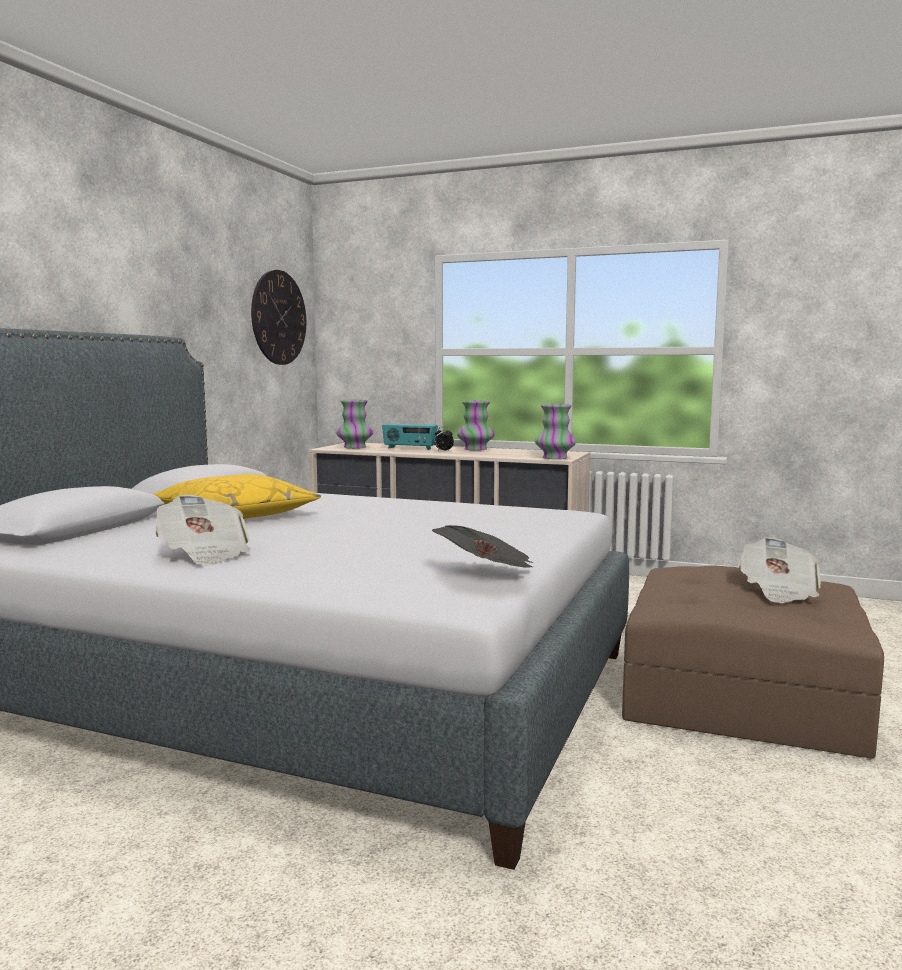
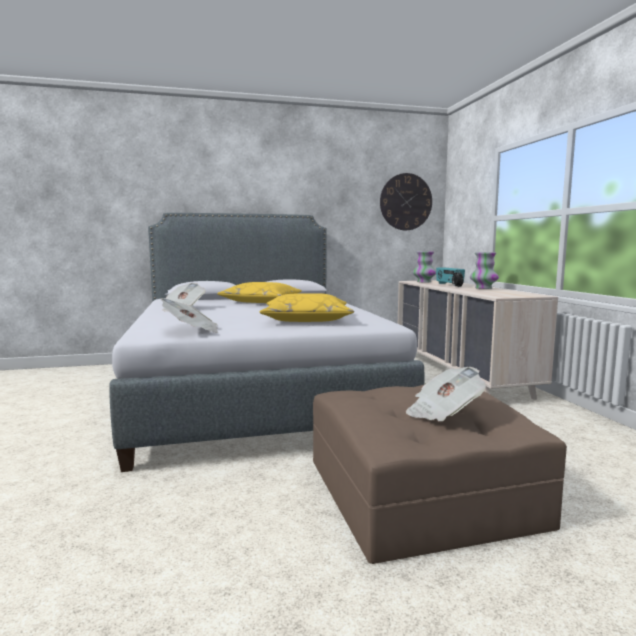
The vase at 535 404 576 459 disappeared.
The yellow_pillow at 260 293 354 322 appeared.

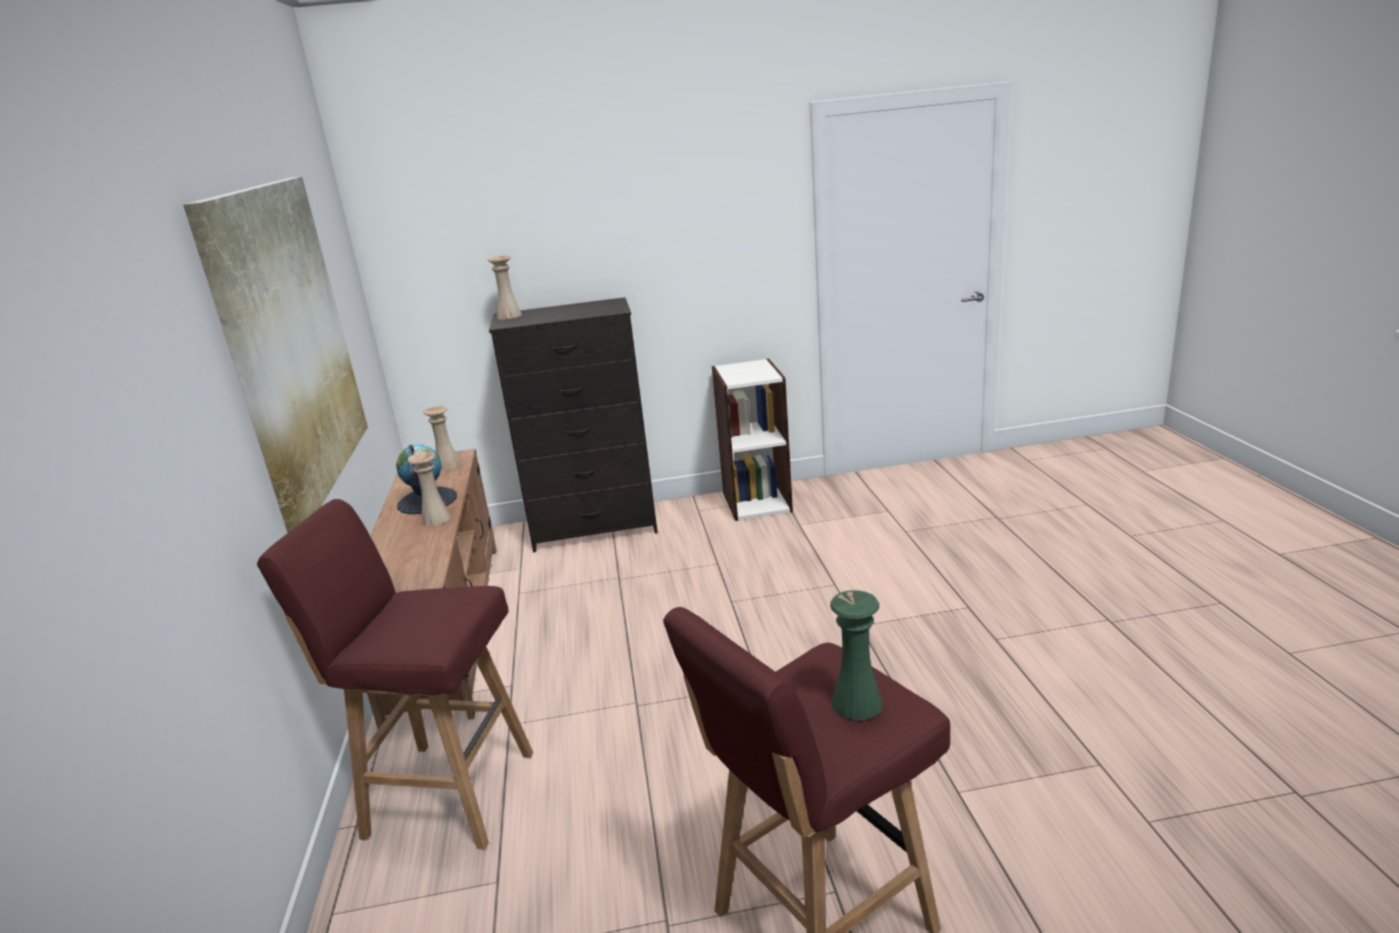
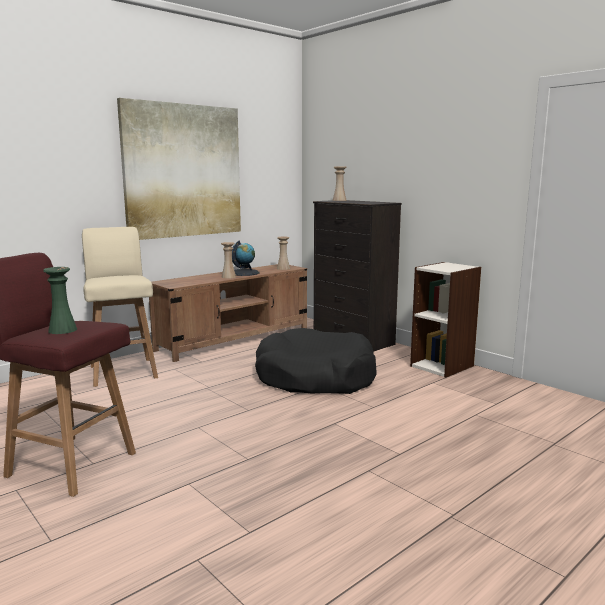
The black_dog_bed at 255 328 377 394 appeared.
The red_stool at 257 499 533 849 became the beige_stool at 82 227 158 387.

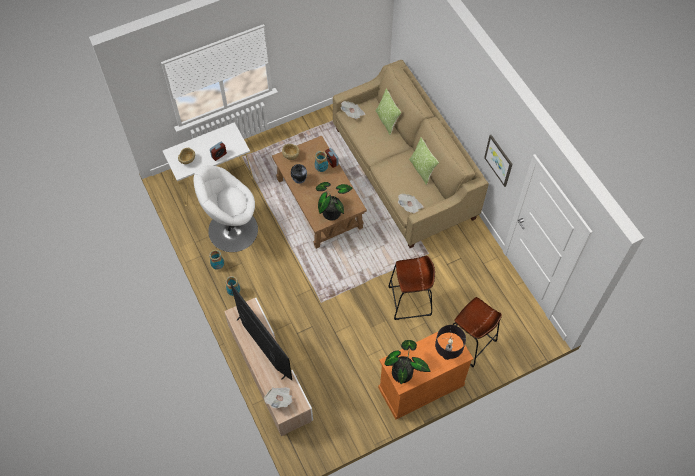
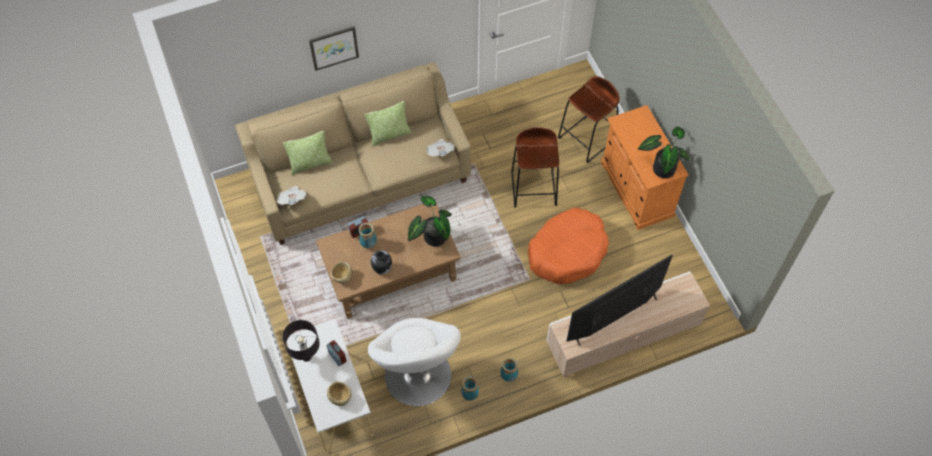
The newspaper at 264 387 293 408 disappeared.
The orange_dog_bed at 528 207 609 285 appeared.
The black_table_lamp moved from 435 325 466 360 to 282 320 320 362.
The picture moved from 484 135 513 187 to 309 26 359 71.

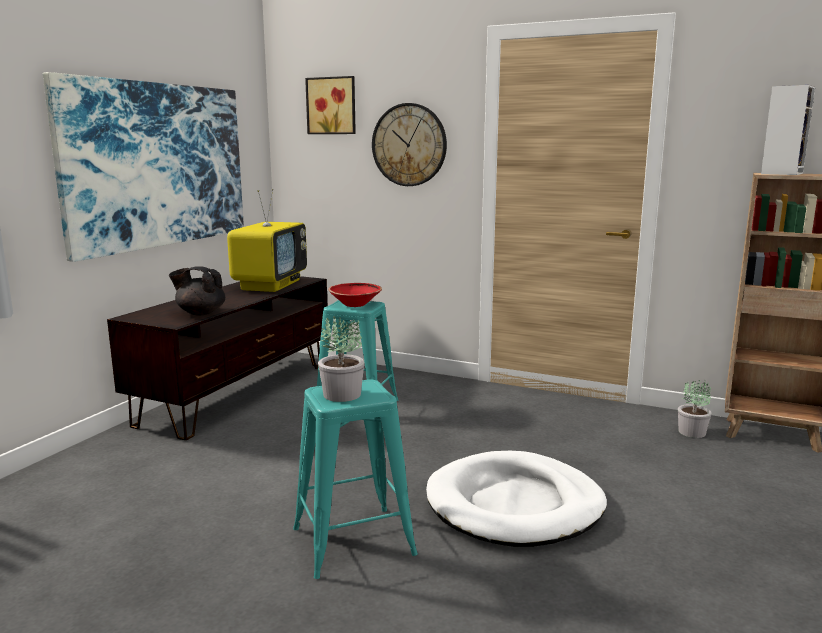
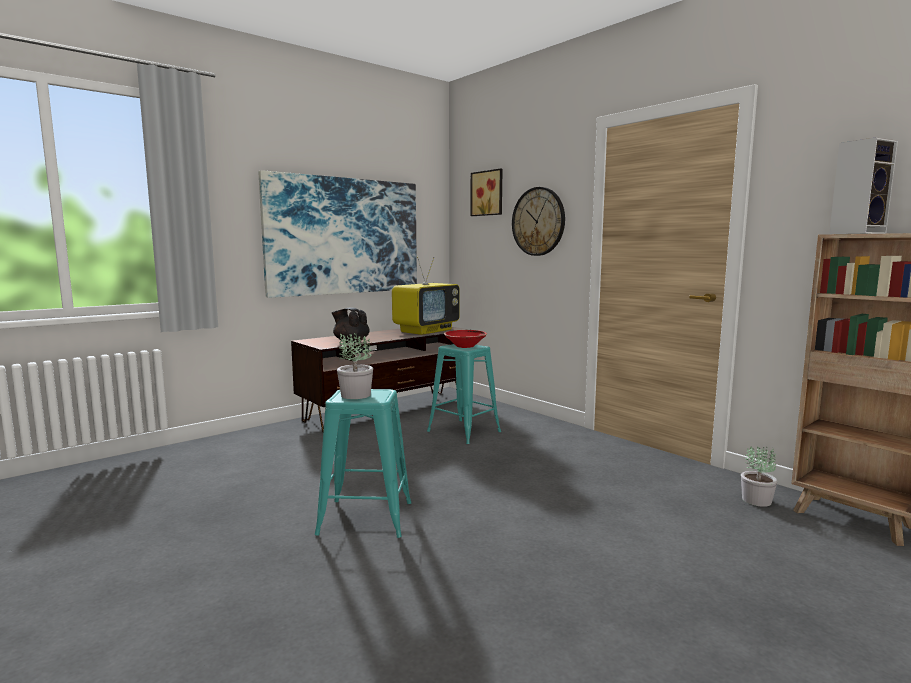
The white_dog_bed at 426 451 607 547 disappeared.

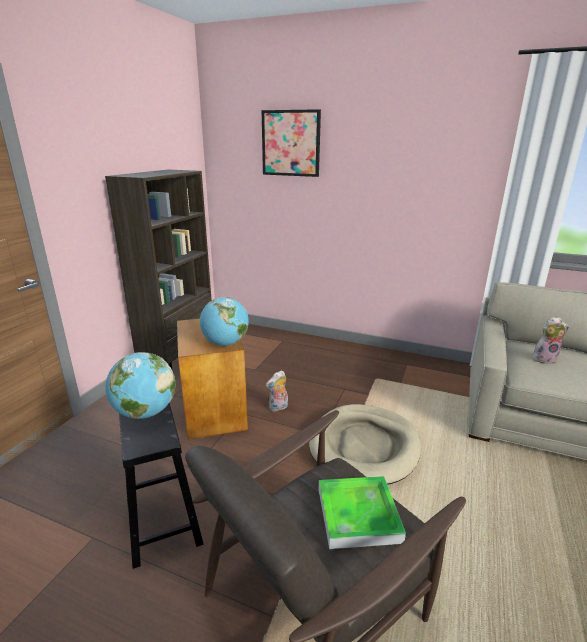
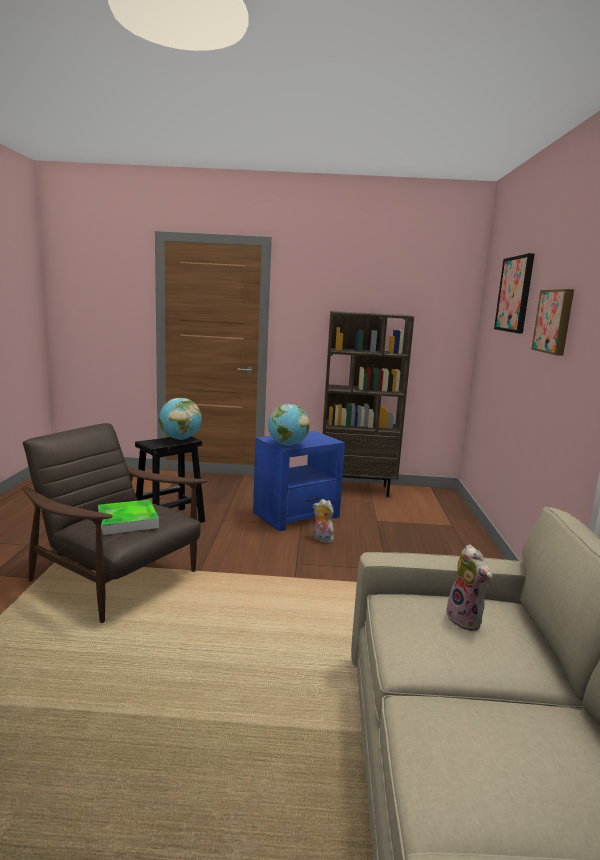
The beige_dog_bed at 309 404 421 485 disappeared.
The picture at 531 289 574 356 appeared.
The brown_side_table at 177 319 248 440 became the blue_side_table at 253 431 345 531.

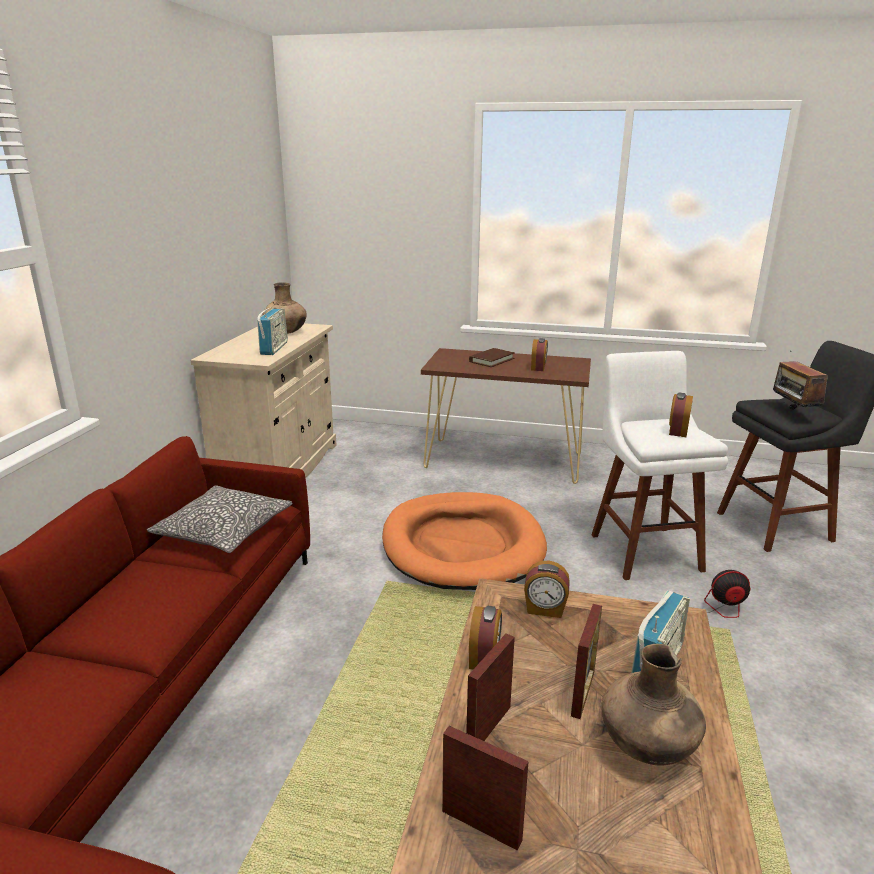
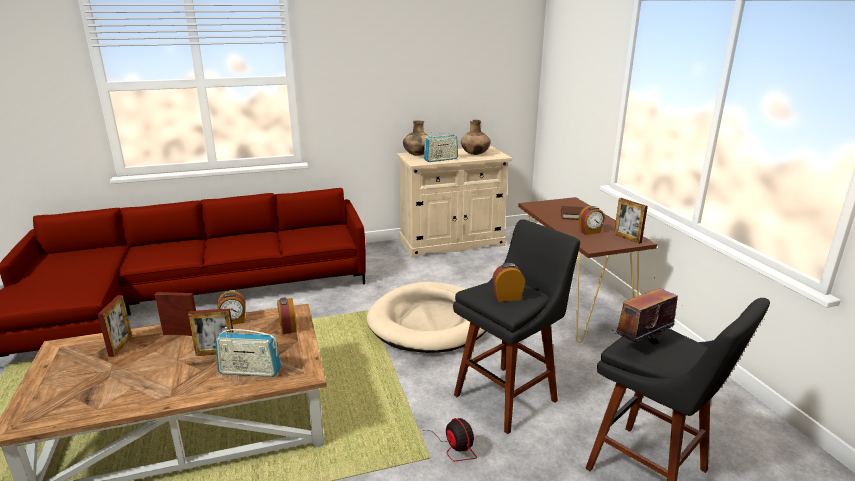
The pillow at 147 485 292 553 disappeared.
The picture_frame at 614 198 648 244 appeared.
The brown_vase moved from 602 644 706 765 to 403 120 430 156.
The orange_dog_bed at 382 492 547 590 became the beige_dog_bed at 366 282 486 353.
The white_stool at 592 351 728 580 became the black_stool at 453 219 580 434.

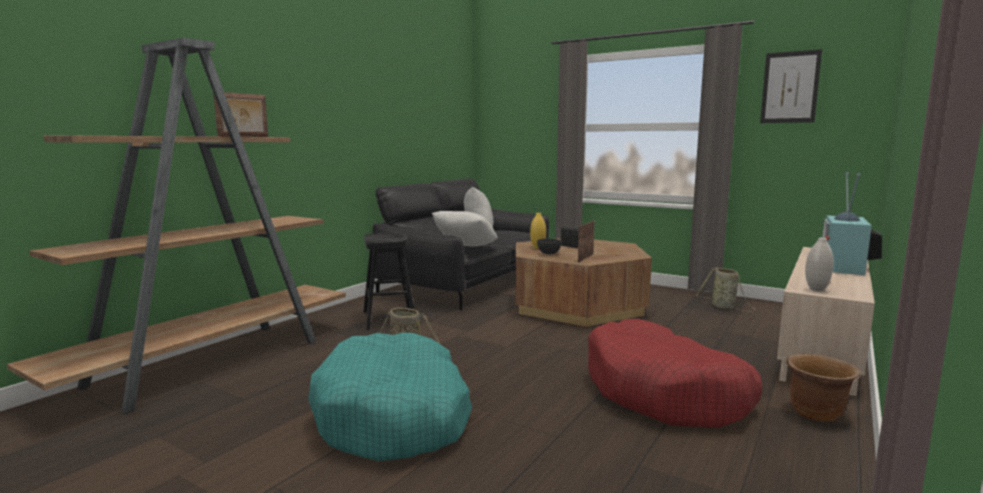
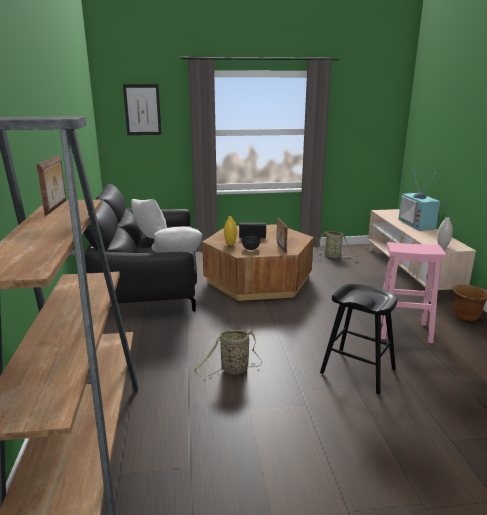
The turquoise_dog_bed at 308 332 472 461 disappeared.
The black_stool moved from 363 233 415 330 to 320 284 398 395.
The picture moved from 760 49 822 123 to 123 84 162 135.
The red_dog_bed at 588 319 762 428 was replaced by the pink_stool at 381 242 446 343.

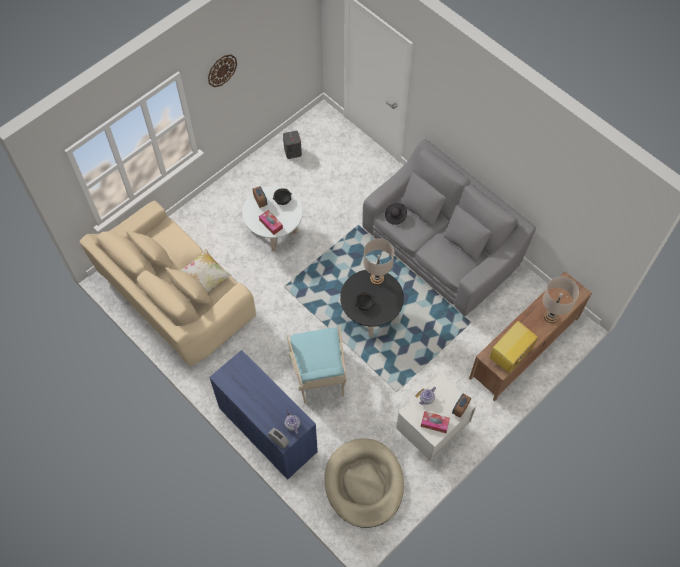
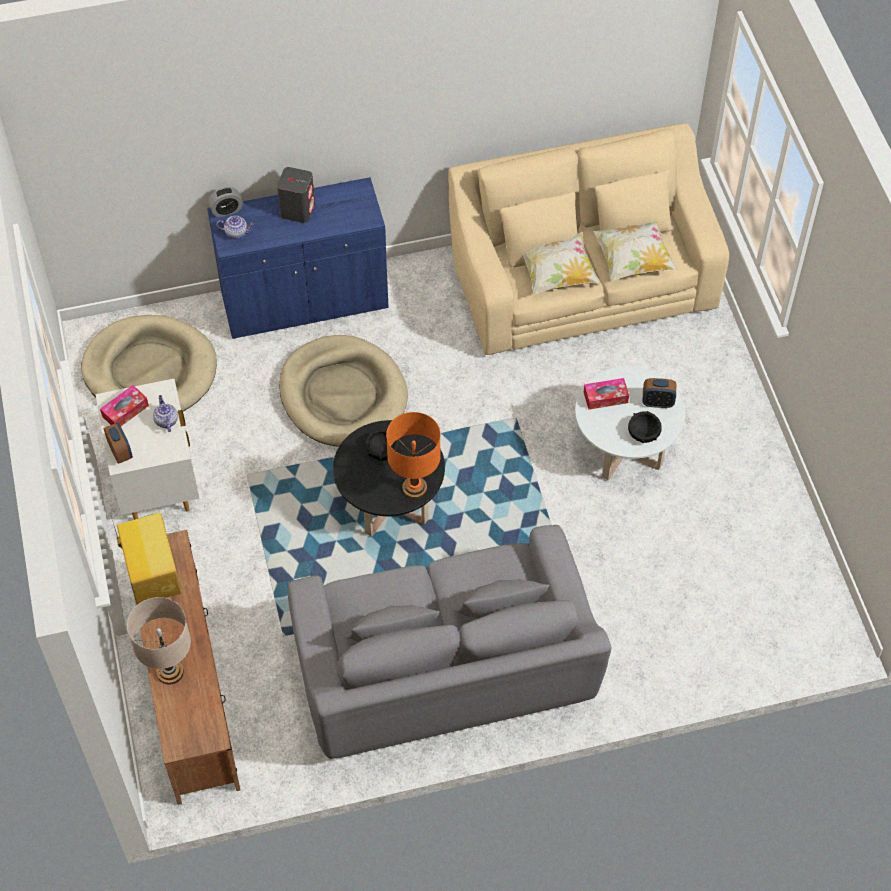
The wall_clock at 208 54 237 87 disappeared.
The black_hat at 385 203 407 225 disappeared.
The pillow at 593 222 678 282 appeared.
The grey_speaker moved from 283 130 302 159 to 277 167 315 223.
The turquoise_armchair at 287 325 347 404 was replaced by the beige_dog_bed at 279 335 408 447.
The beige_table_lamp at 363 238 394 285 became the orange_table_lamp at 386 412 441 499.

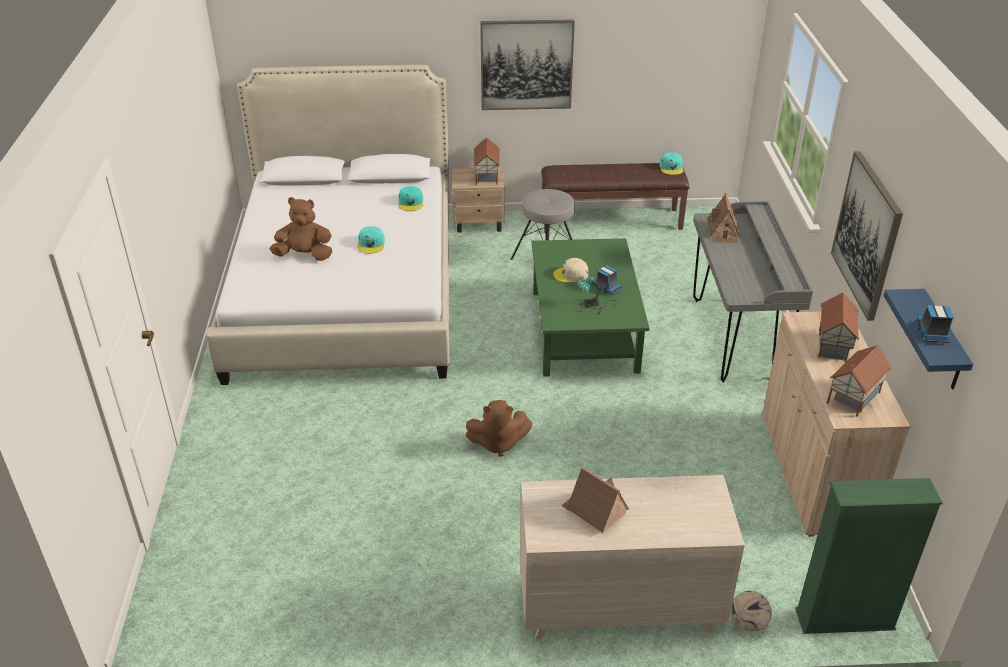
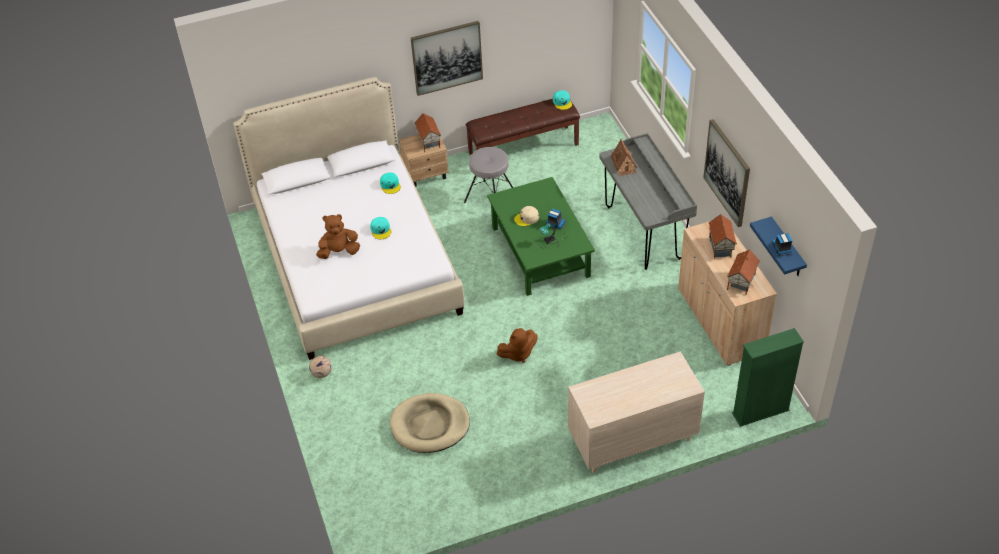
The toy_house at 562 466 629 533 disappeared.
The beige_dog_bed at 390 393 470 453 appeared.
The football moved from 731 591 772 631 to 309 356 332 378.

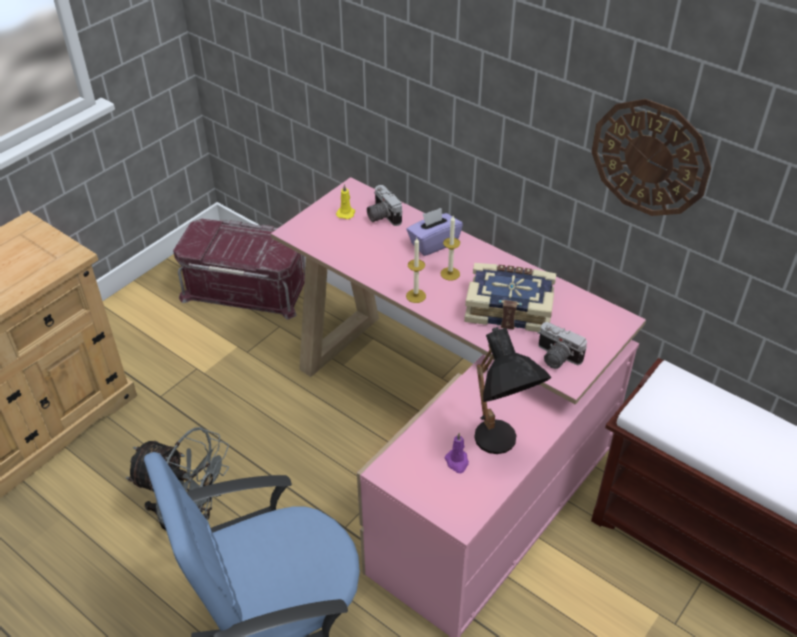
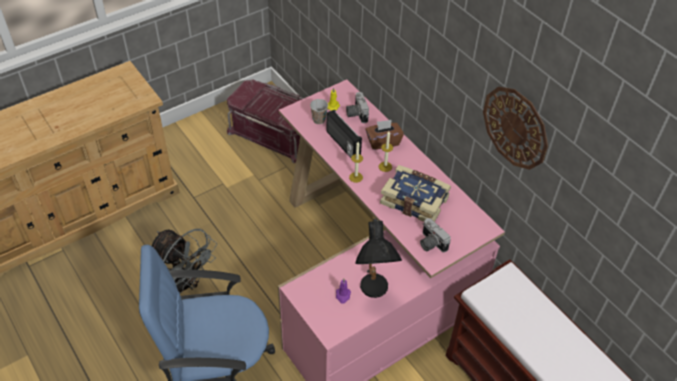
The cup at 310 99 328 124 appeared.
The radio at 327 109 362 158 appeared.
The purple_tissue_box at 406 208 463 256 became the brown_tissue_box at 365 120 404 150.

